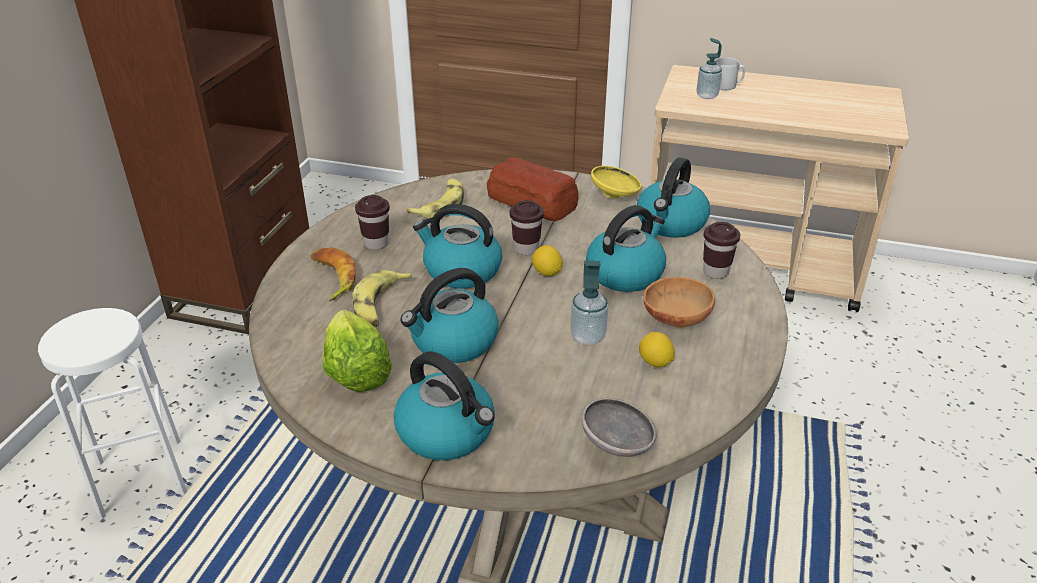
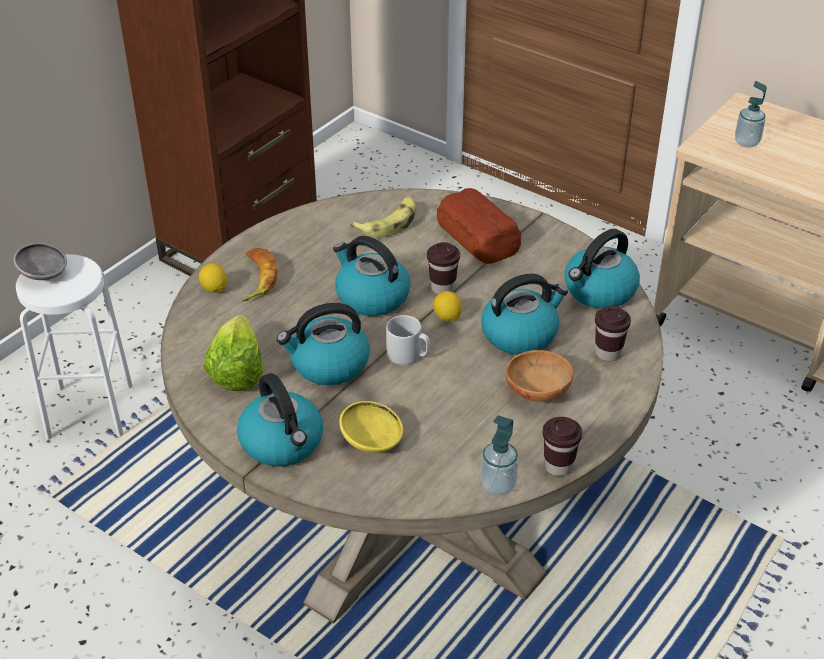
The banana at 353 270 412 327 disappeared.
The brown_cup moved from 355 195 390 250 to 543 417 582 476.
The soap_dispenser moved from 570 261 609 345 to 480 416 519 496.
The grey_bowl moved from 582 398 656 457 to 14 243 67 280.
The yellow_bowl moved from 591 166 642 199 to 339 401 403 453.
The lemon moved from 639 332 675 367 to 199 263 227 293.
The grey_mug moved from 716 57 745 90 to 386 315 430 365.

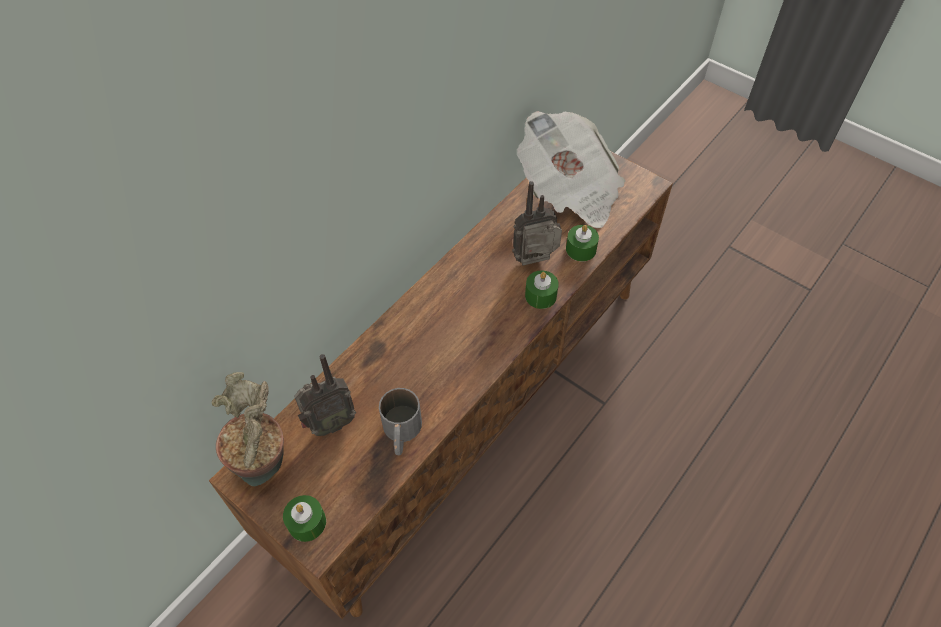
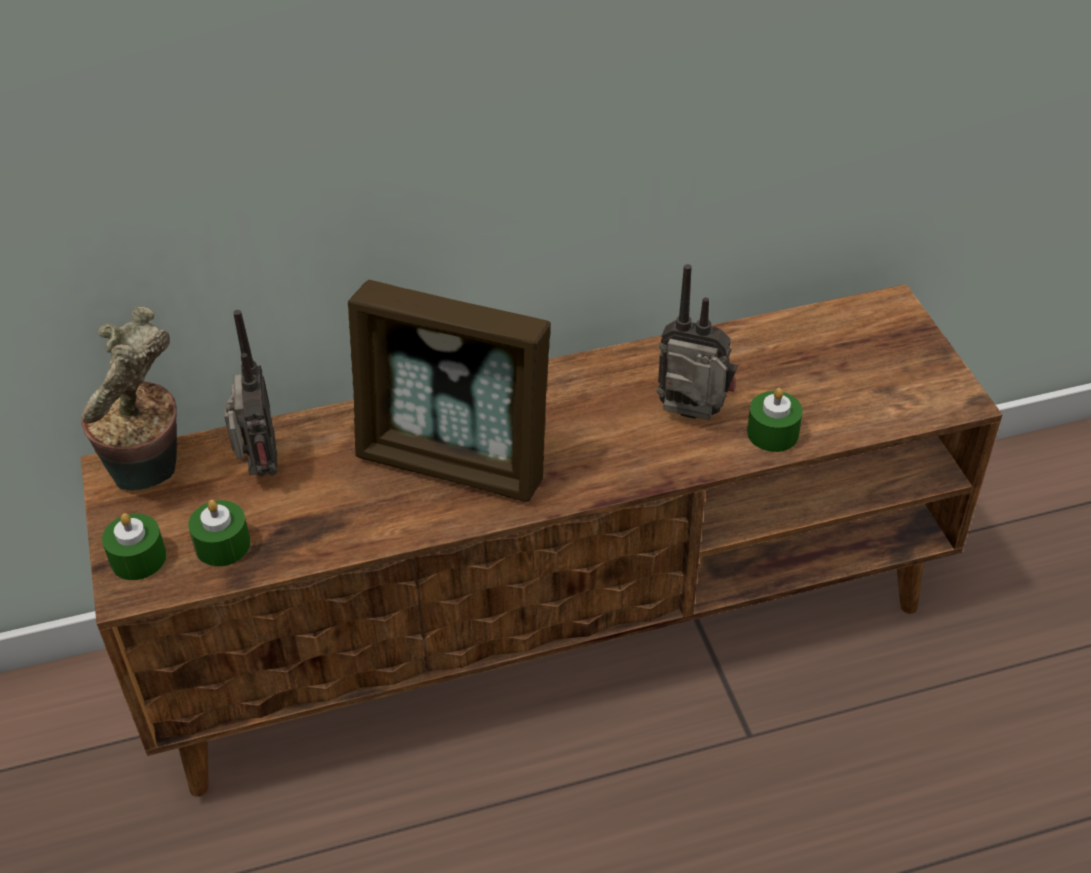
The grey_mug at 379 388 422 455 disappeared.
The newspaper at 517 111 625 228 disappeared.
The picture_frame at 348 280 551 502 appeared.
The green_candle moved from 525 271 559 309 to 188 500 251 566.
The radio at 294 354 356 436 turned 105 degrees counterclockwise.

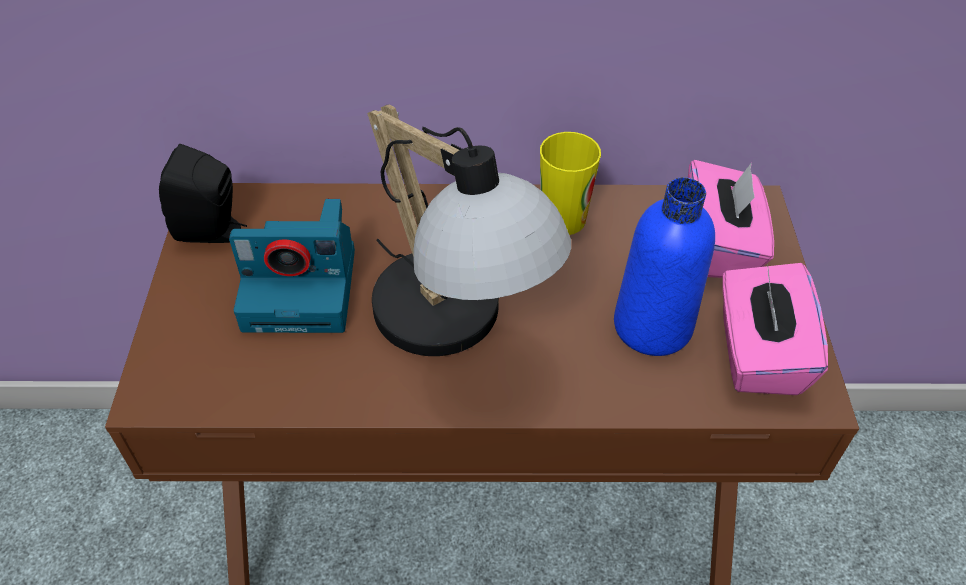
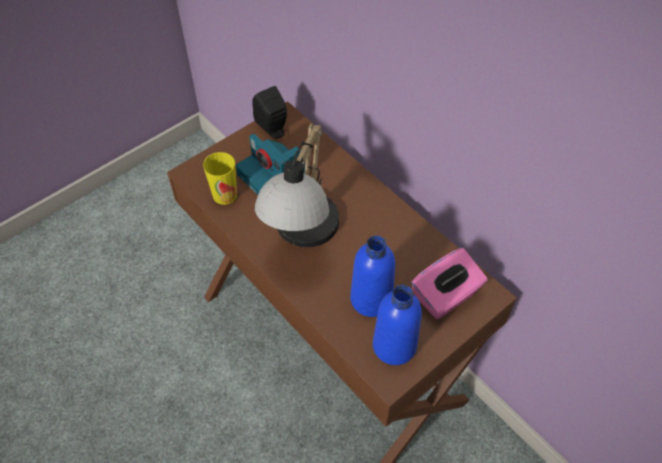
The cup moved from 540 132 601 235 to 203 152 237 205.
The pink_tissue_box at 722 263 828 395 was replaced by the blue_bottle at 373 285 422 365.

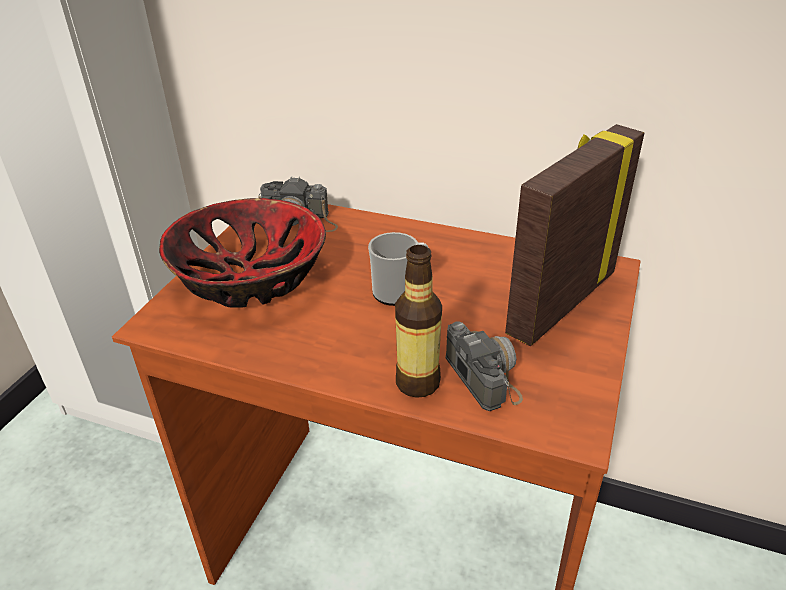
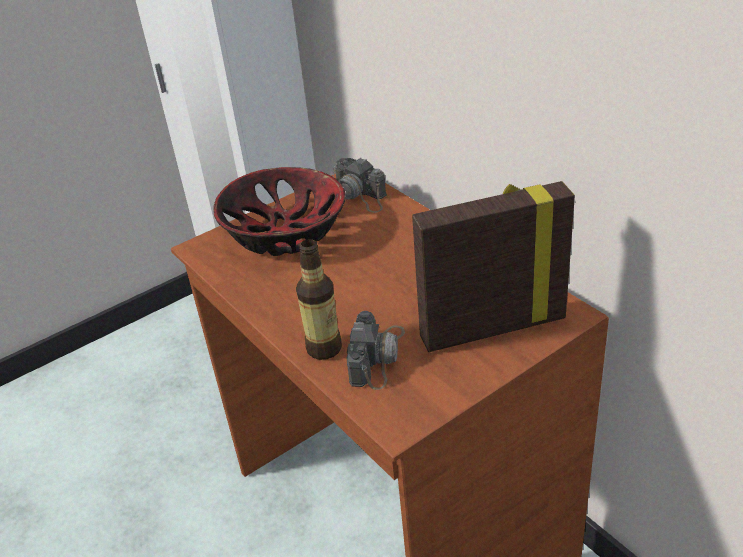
The mug at 368 232 429 306 disappeared.

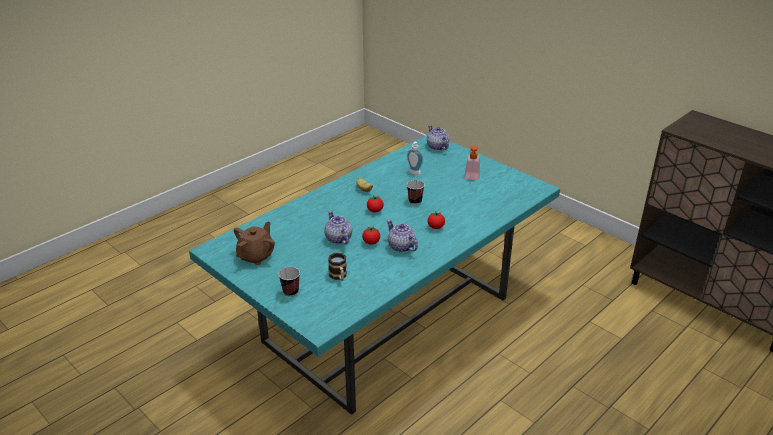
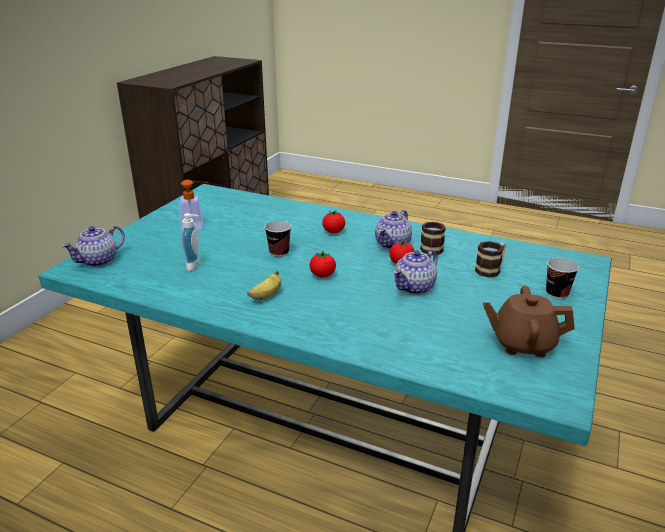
The mug at 420 221 446 255 appeared.

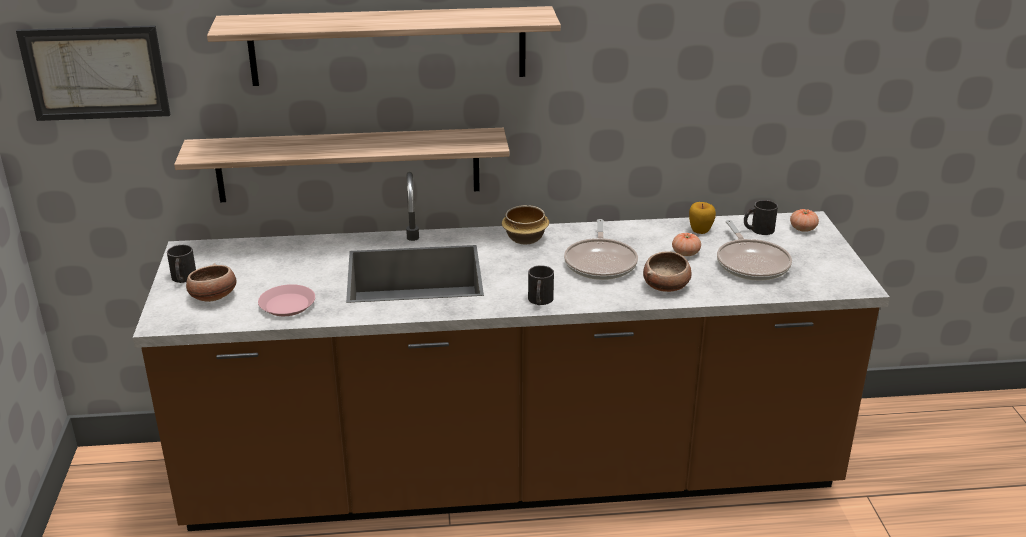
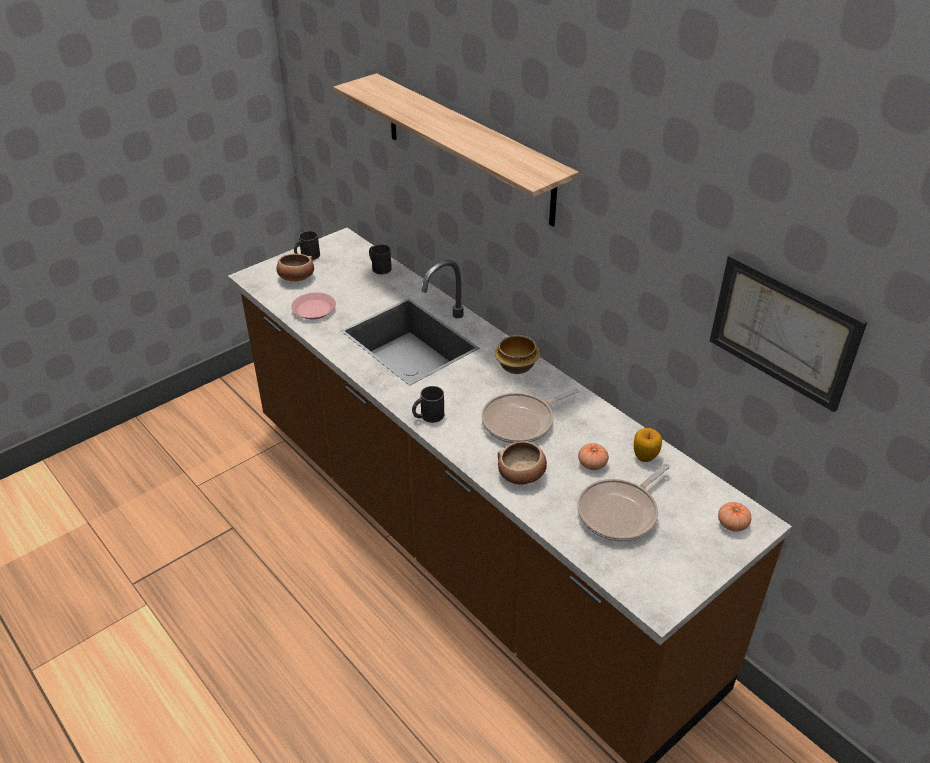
The shelf at 174 128 510 202 disappeared.
The picture moved from 16 25 170 121 to 710 254 867 412.
The black_mug moved from 744 200 778 235 to 369 244 392 274.

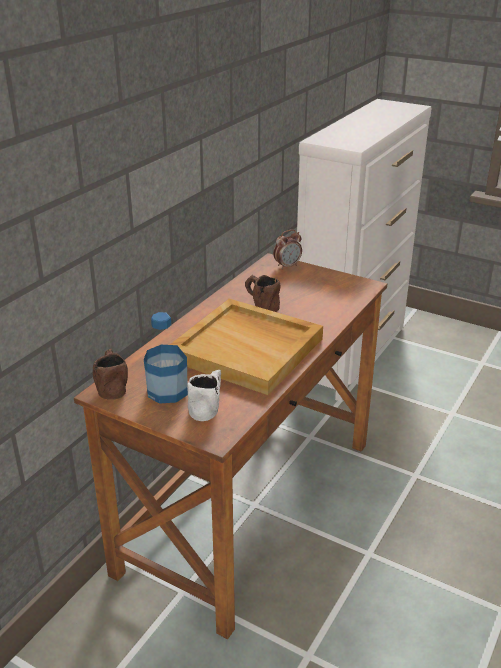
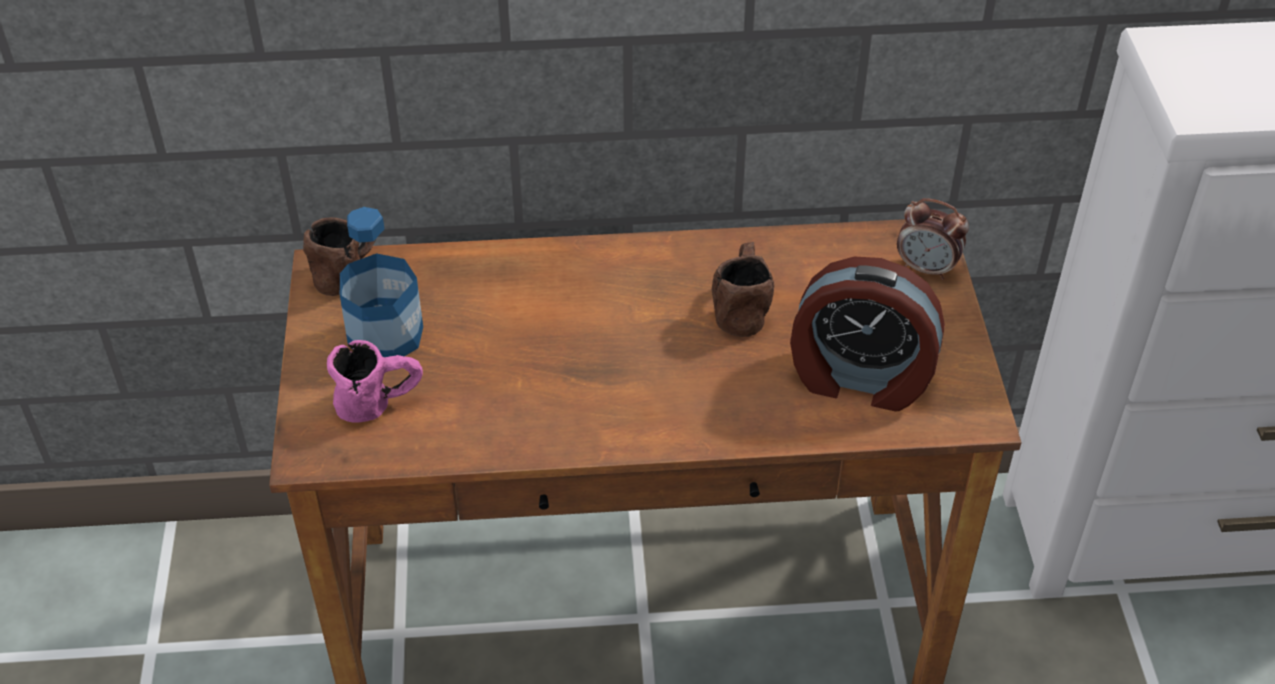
The beige_tray at 170 299 323 395 disappeared.
The alarm_clock at 790 257 945 412 appeared.
The white_mug at 187 370 221 421 became the pink_mug at 327 340 423 423.

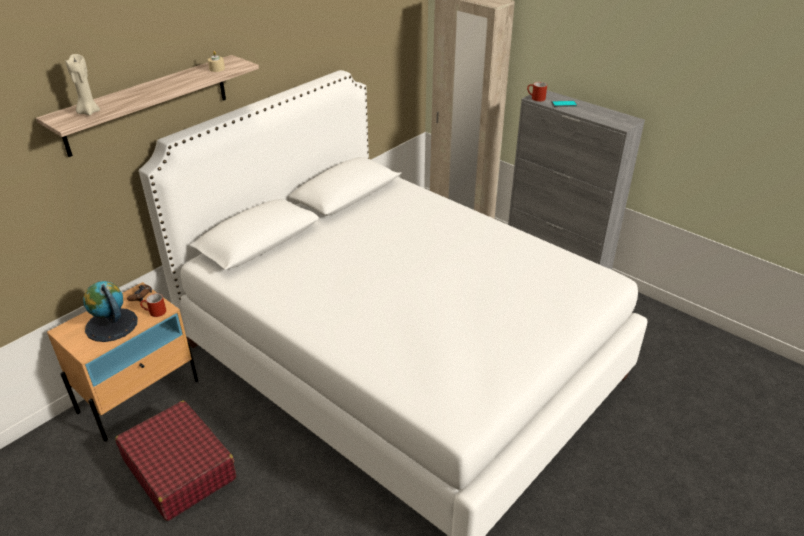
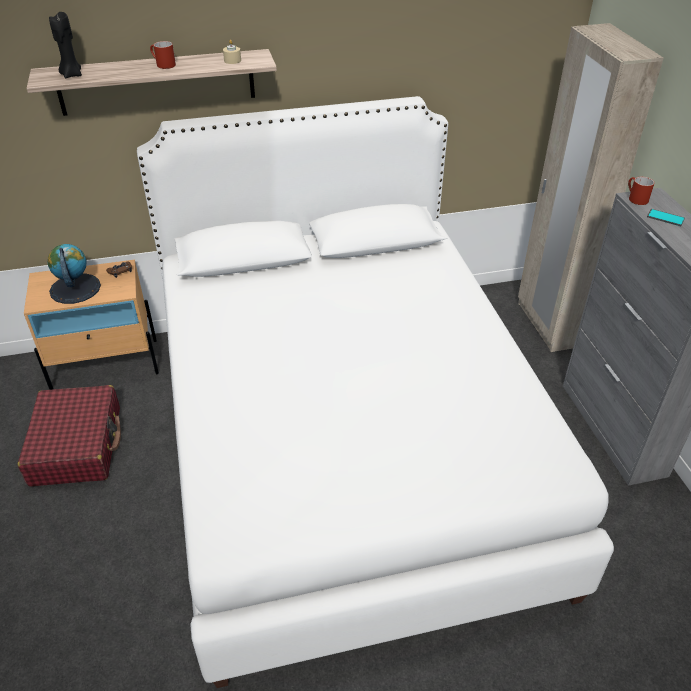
The red_mug moved from 140 293 166 317 to 150 41 176 69.
The beige_candle at 66 54 100 115 became the black_candle at 49 12 82 78.

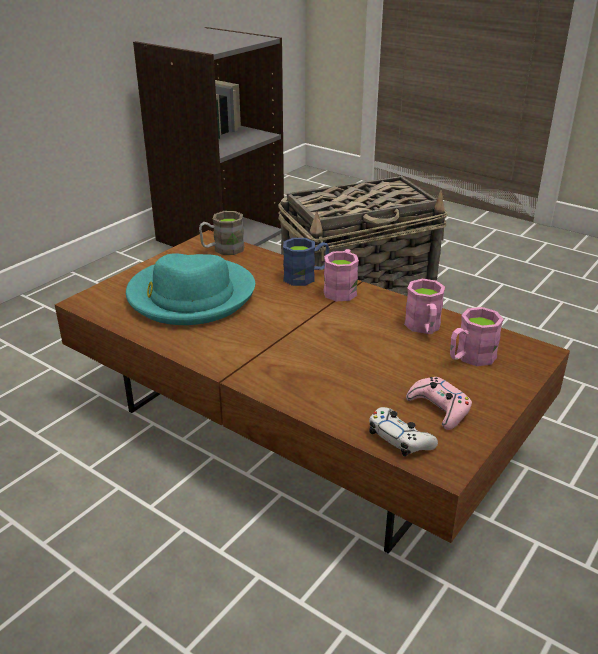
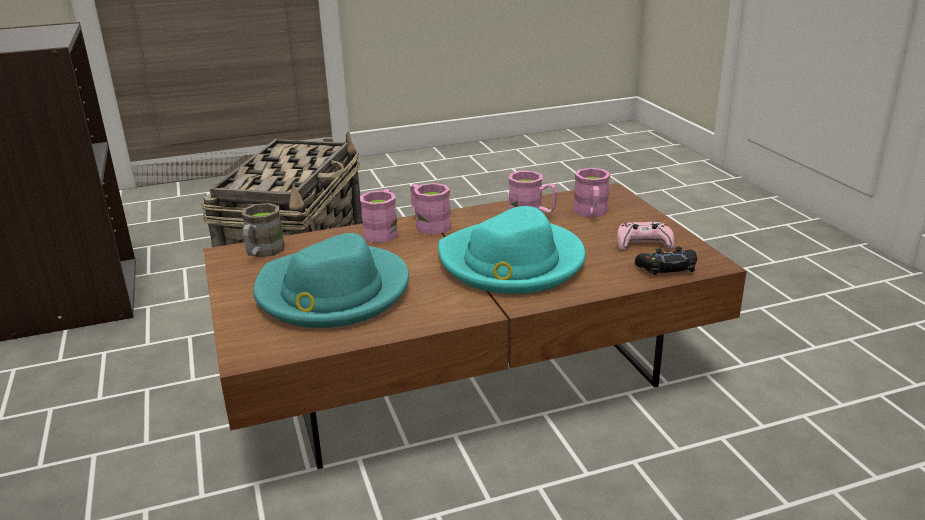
The turquoise_hat at 438 206 586 294 appeared.
The blue_mug at 283 238 329 286 became the pink_mug at 360 189 398 243.
The white_game_controller at 369 407 438 457 became the black_game_controller at 635 246 697 275.

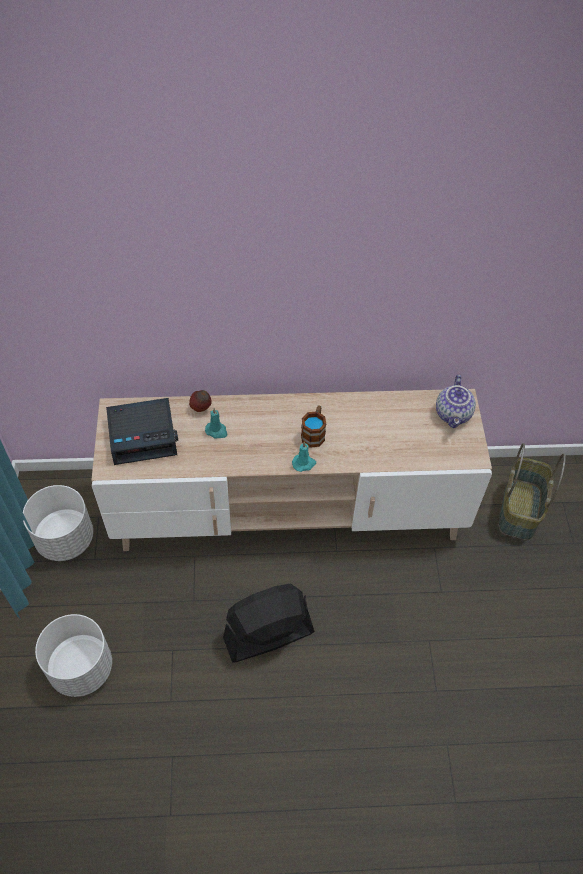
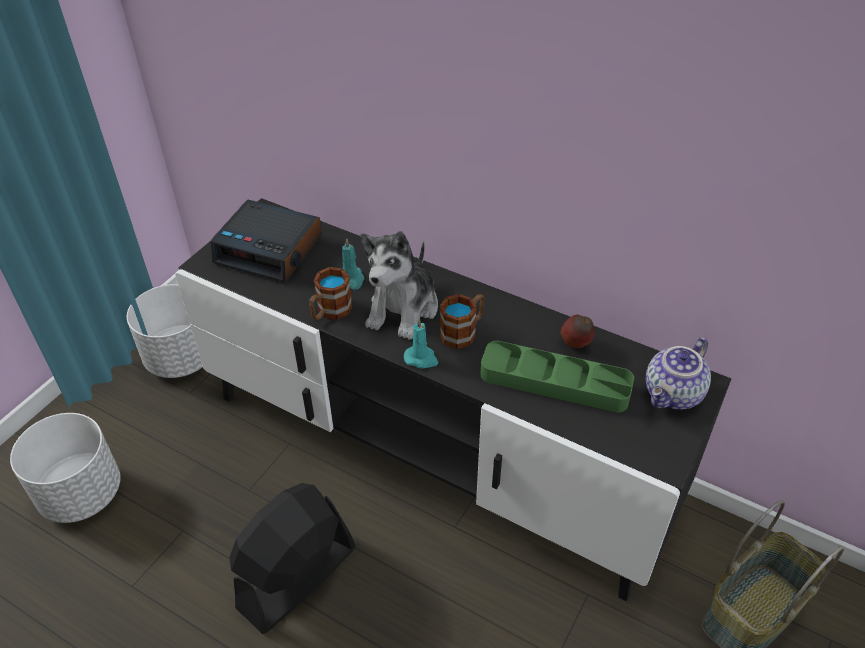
The mug at 309 267 353 320 appeared.
The plush_toy at 360 231 438 340 appeared.
The green_tray at 481 341 634 413 appeared.
The apple moved from 189 390 212 412 to 561 315 594 348.
The beige_tv_stand at 91 389 492 551 became the black_tv_stand at 175 198 731 601.
The black_fan at 223 583 314 663 turned 60 degrees counterclockwise.

